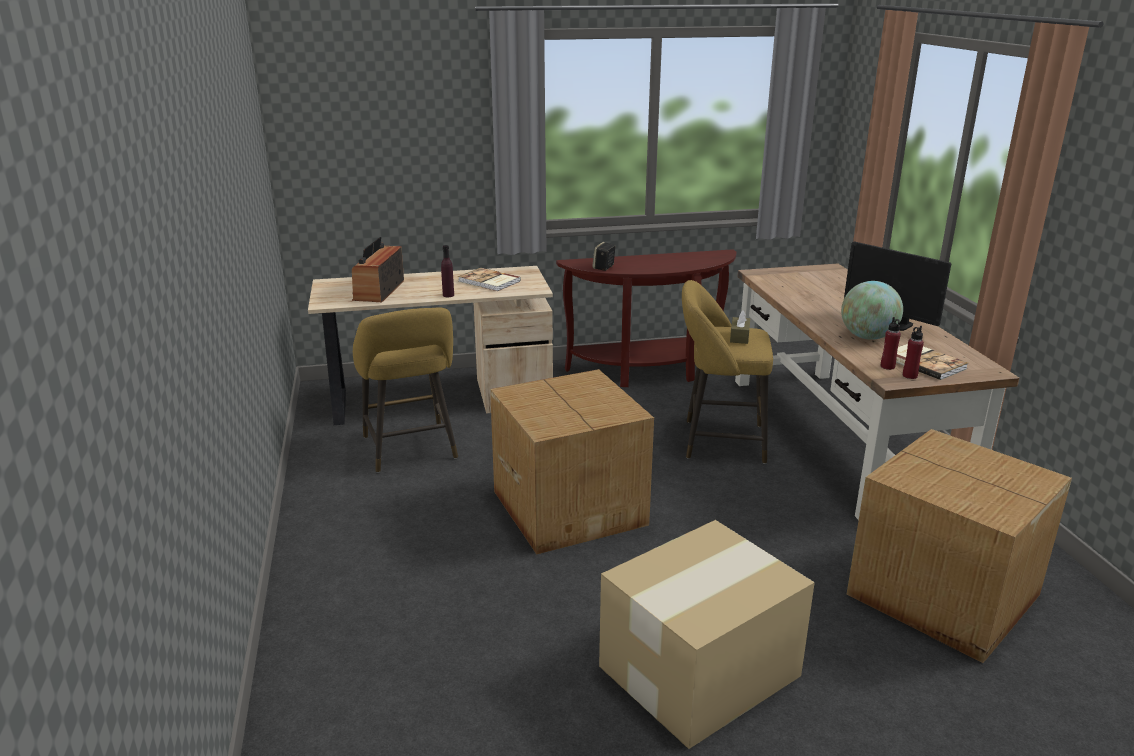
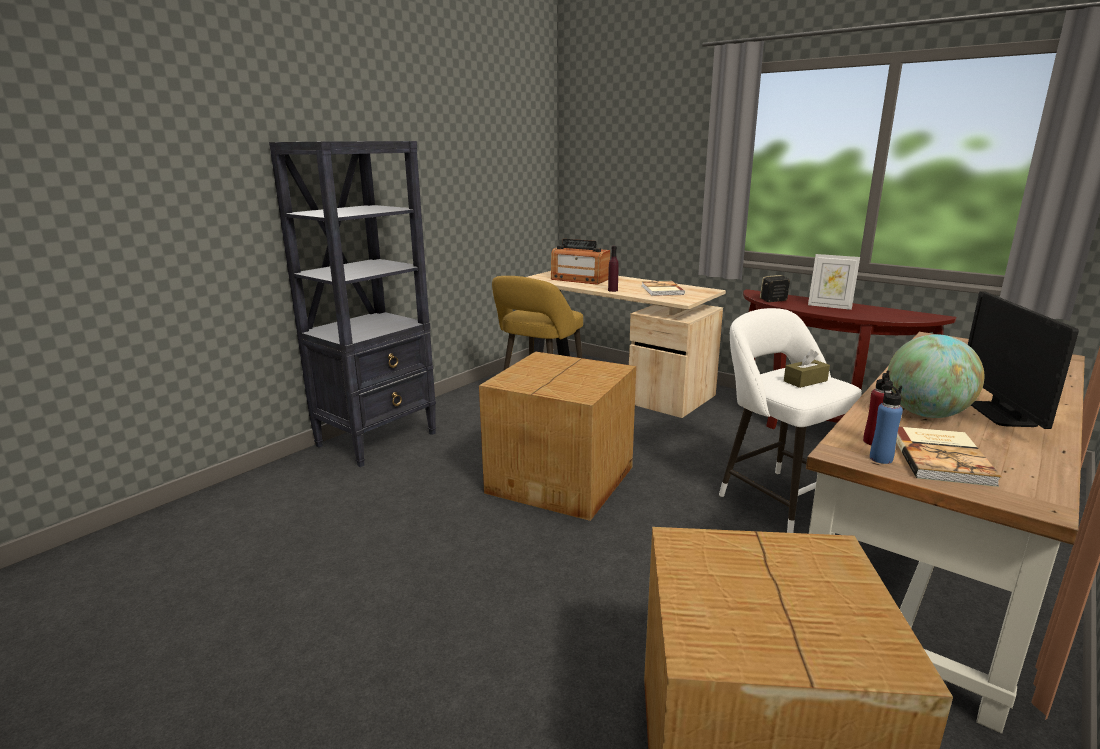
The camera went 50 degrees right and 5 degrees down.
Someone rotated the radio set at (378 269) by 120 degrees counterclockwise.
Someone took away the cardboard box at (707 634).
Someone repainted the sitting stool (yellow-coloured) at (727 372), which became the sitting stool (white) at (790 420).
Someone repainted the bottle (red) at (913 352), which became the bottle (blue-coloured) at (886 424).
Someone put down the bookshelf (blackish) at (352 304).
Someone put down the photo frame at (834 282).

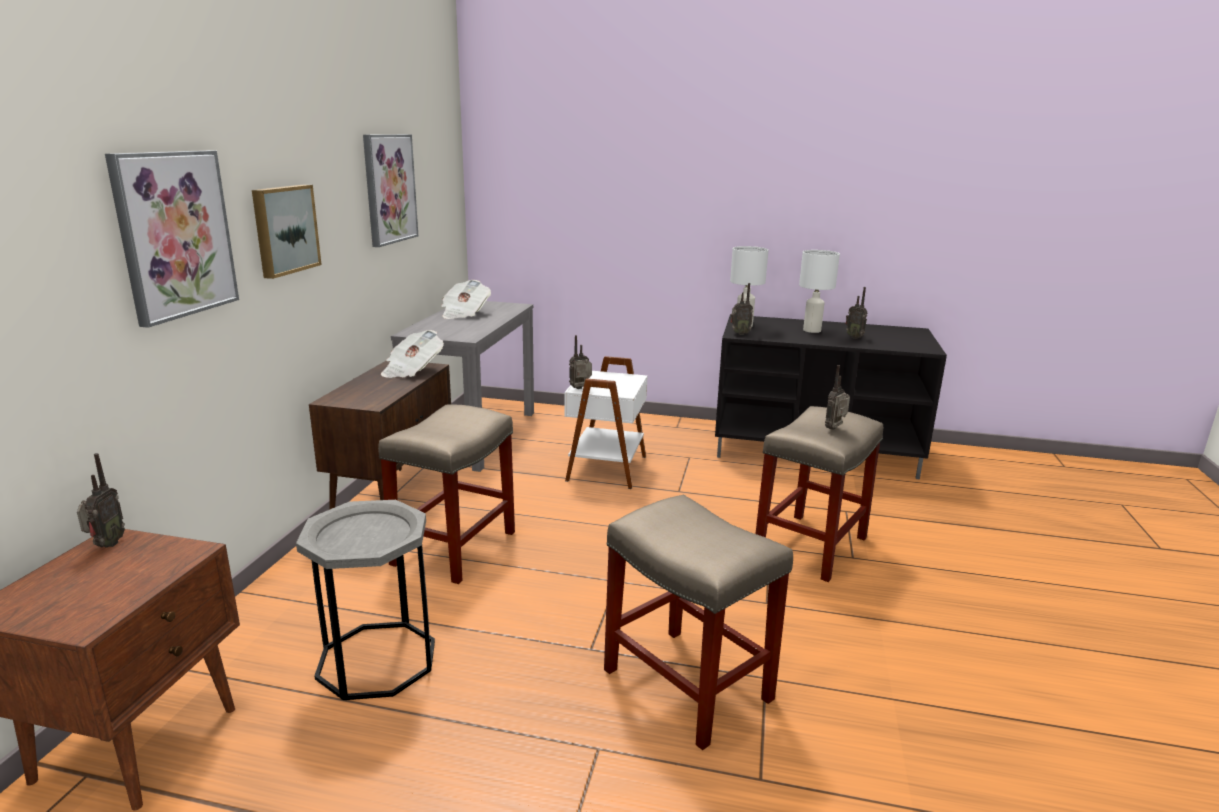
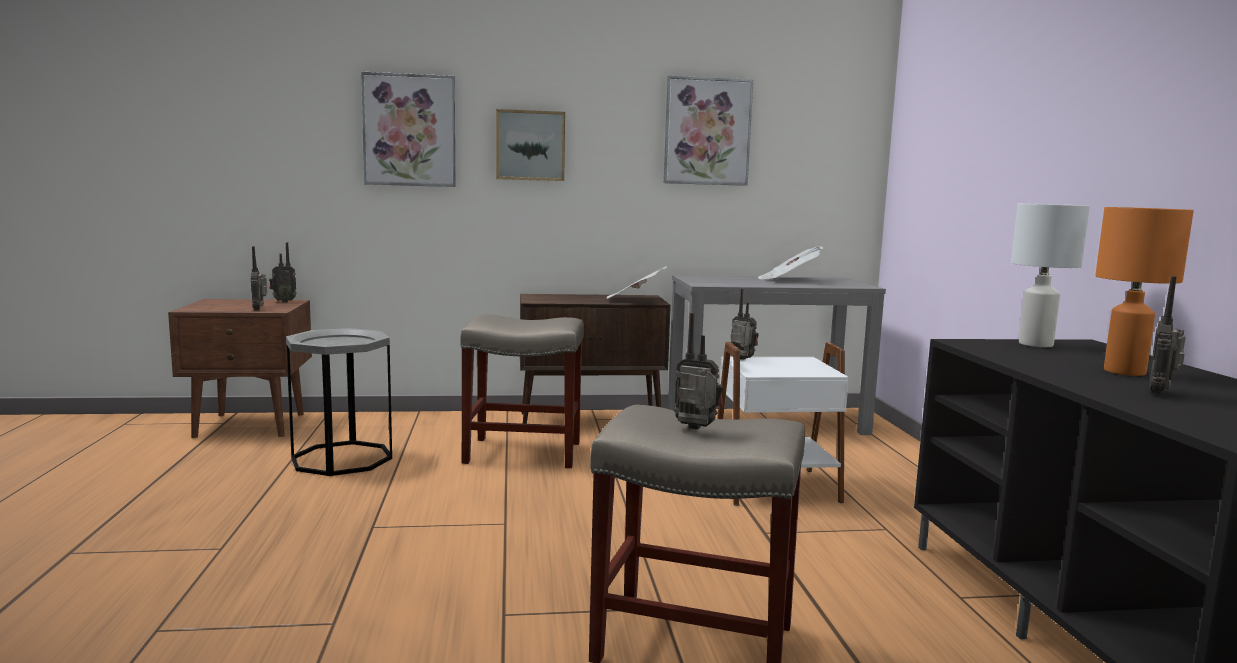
The camera went 70 degrees right and 10 degrees down.
Someone took away the sitting stool (beige) at (698 622).
Someone carried the radio set from (741 309) to (259 278).
Someone repainted the lamp for a table (white) at (819 291), which became the lamp for a table (orange-coloured) at (1144 291).

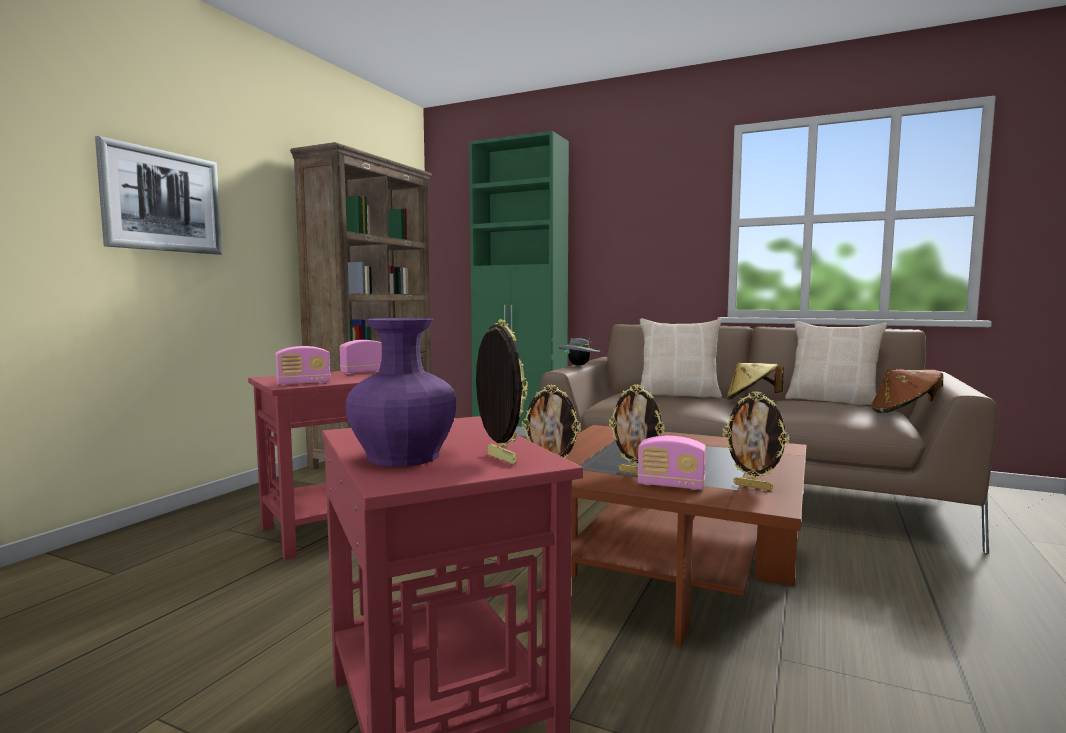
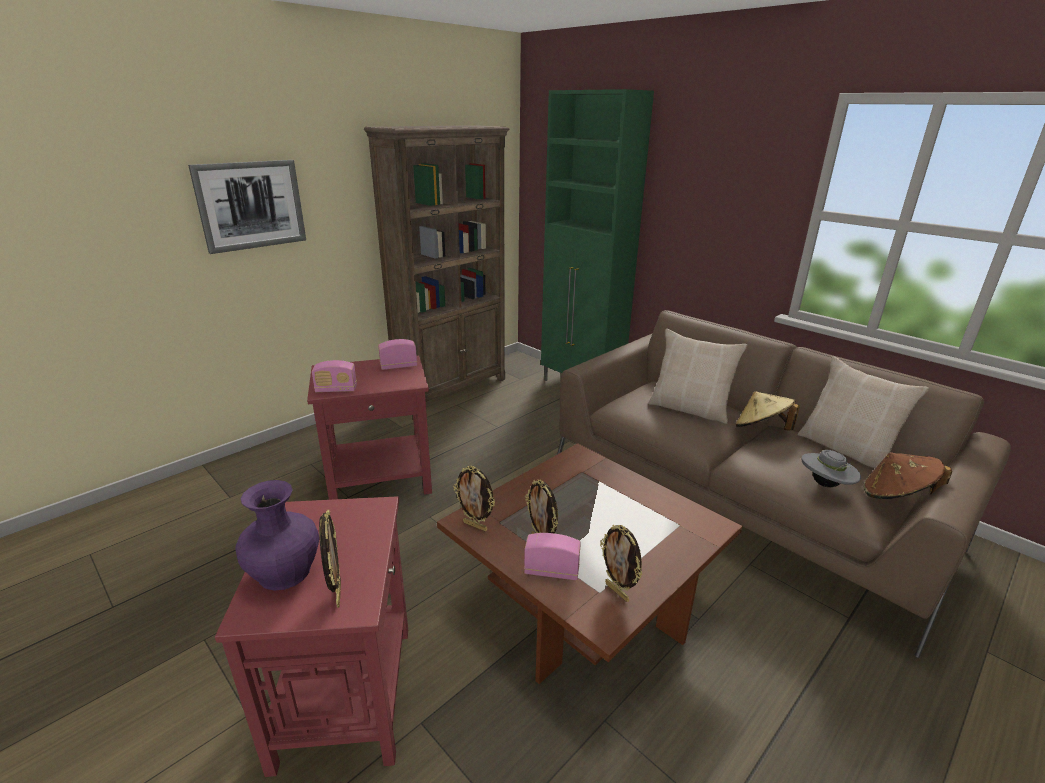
The camera went 20 degrees right and 20 degrees up.
Someone carried the clothing hat (gray) from (579 352) to (831 468).
Someone rotated the radio set at (671 463) by 150 degrees clockwise.

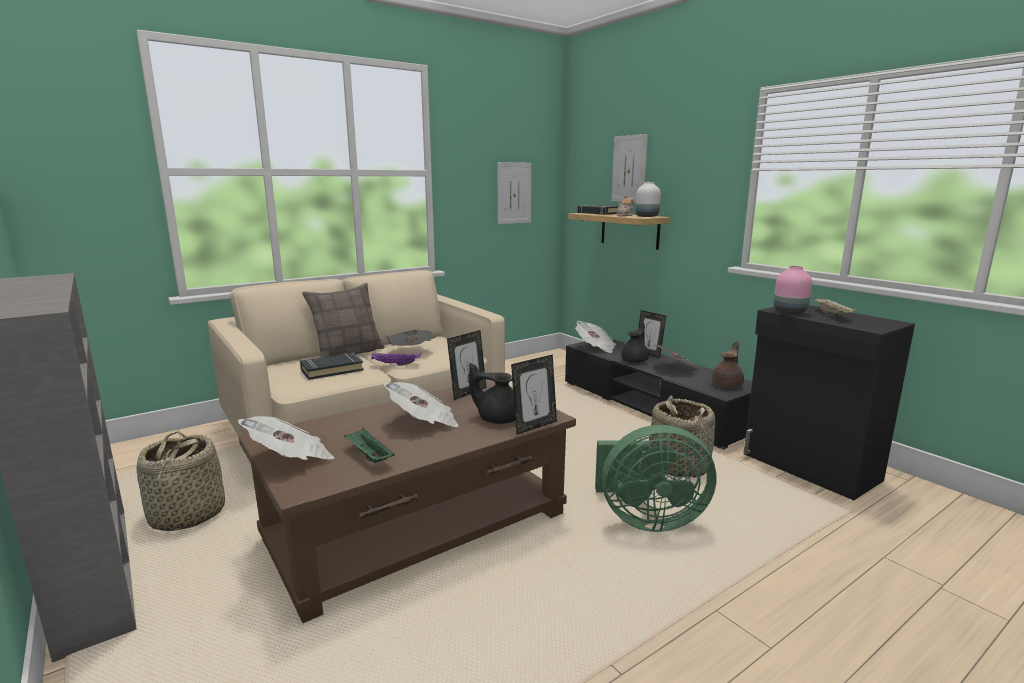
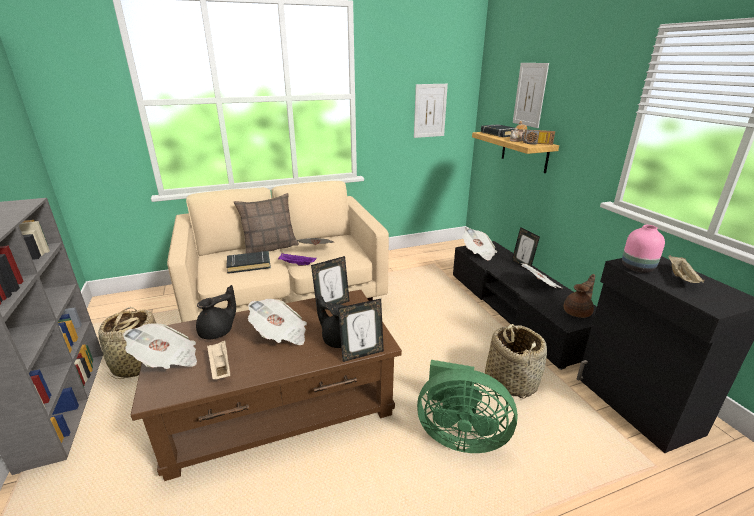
The camera went 15 degrees right and 10 degrees up.
Someone repainted the serving tray (green) at (369 445), which became the serving tray (beige) at (218 360).
Someone carried the tea pot (blackish) from (635 342) to (216 312).
Someone swapped the flower vase (white) at (648 199) for the radio set at (538 137).

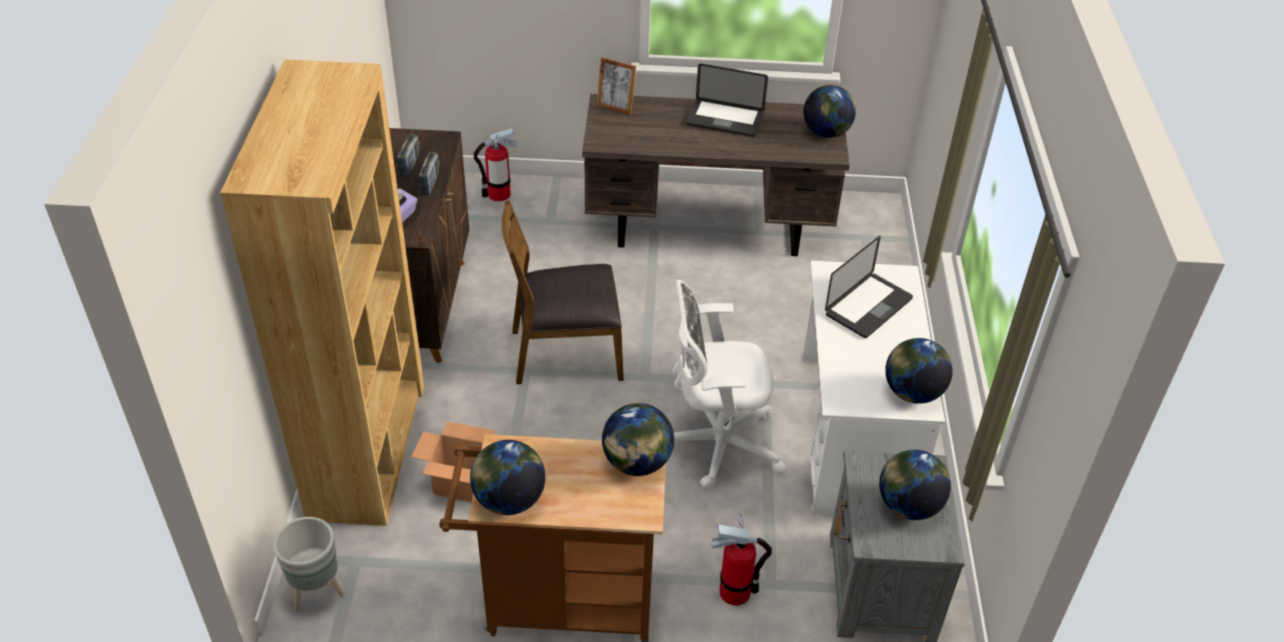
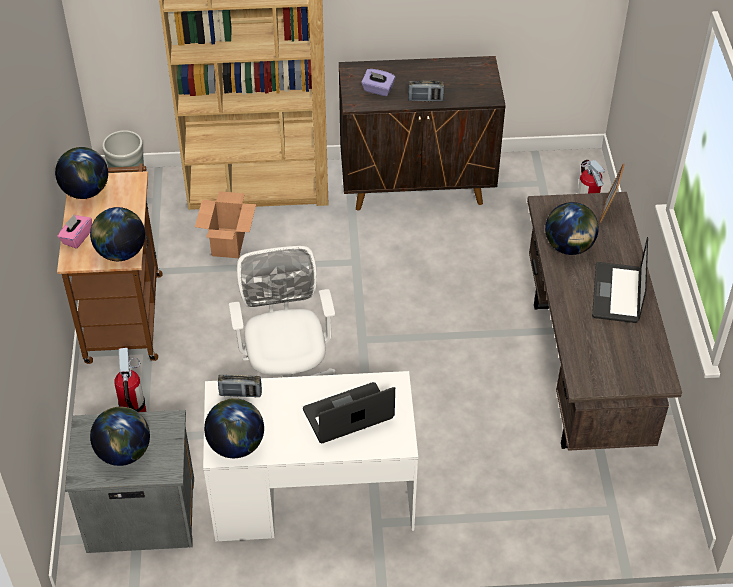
The camera went 85 degrees right and 5 degrees up.
Someone carried the radio set from (408 155) to (240 386).
Someone took away the upright chair (brown-coloured) at (563 292).
Someone carried the desk globe from (829 111) to (572 228).
Someone rotated the portable computer at (869 287) by 120 degrees clockwise.
Someone put down the box of tissues (pinkish) at (75 232).

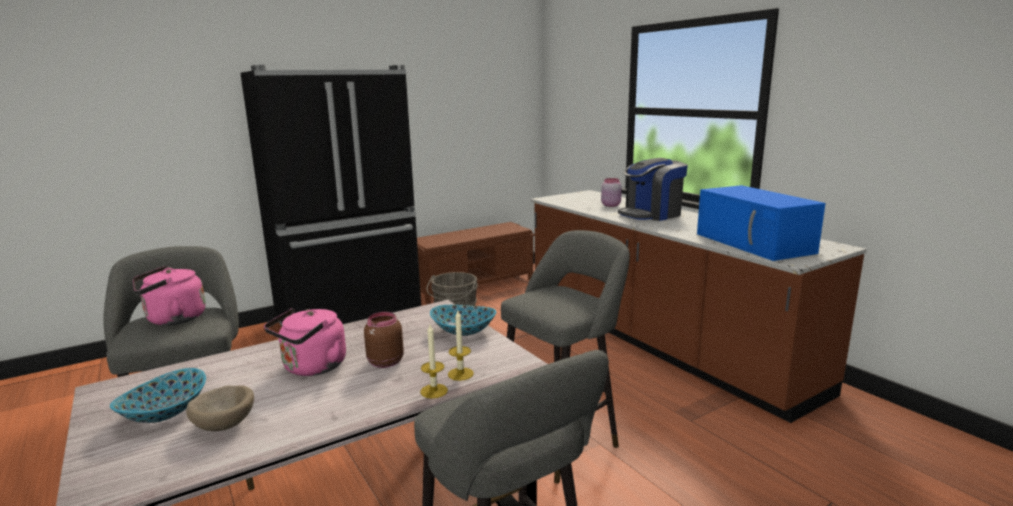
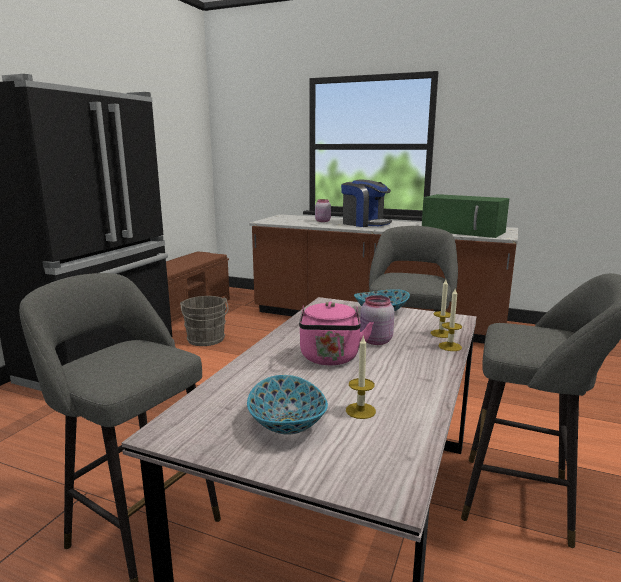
The camera went 35 degrees left and 0 degrees up.
Someone took away the kettle (pinkish) at (169 295).
Someone swapped the deep dish (beige) at (220 408) for the wax candle at (361 377).
Someone repainted the jar (brown-coloured) at (384 340), which became the jar (pinkish) at (377 320).
Someone rotated the coffee brewer at (653 189) by 75 degrees counterclockwise.
Someone repainted the microwave oven (blue-coloured) at (761 223), which became the microwave oven (green) at (465 216).

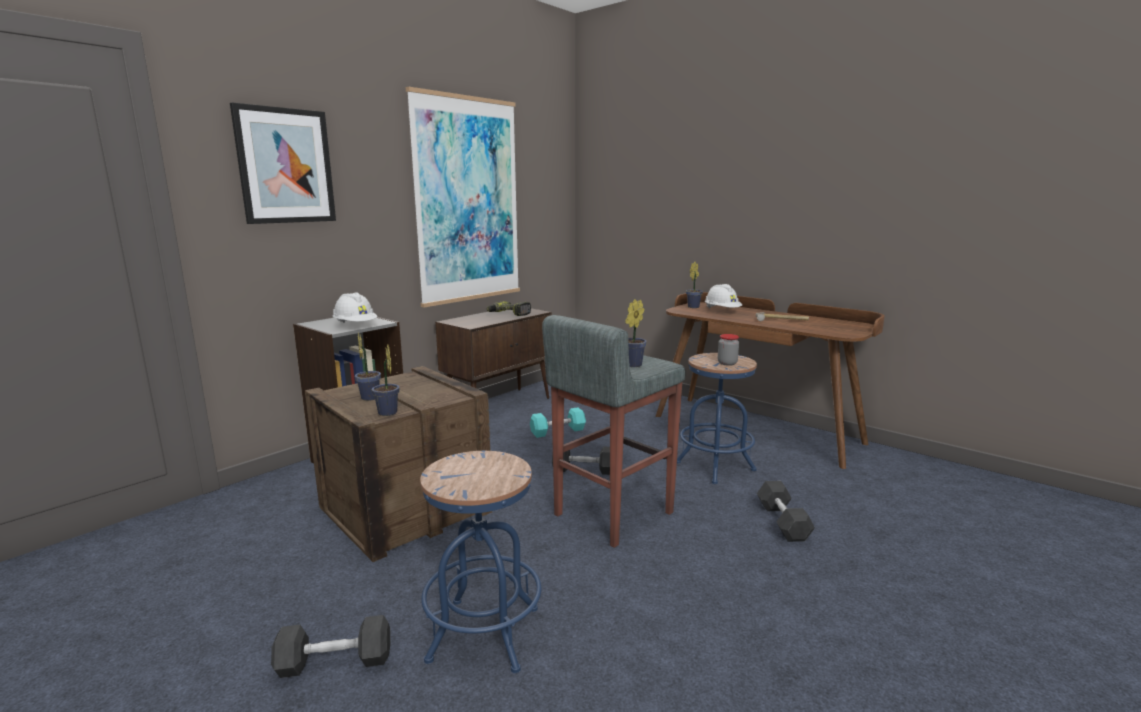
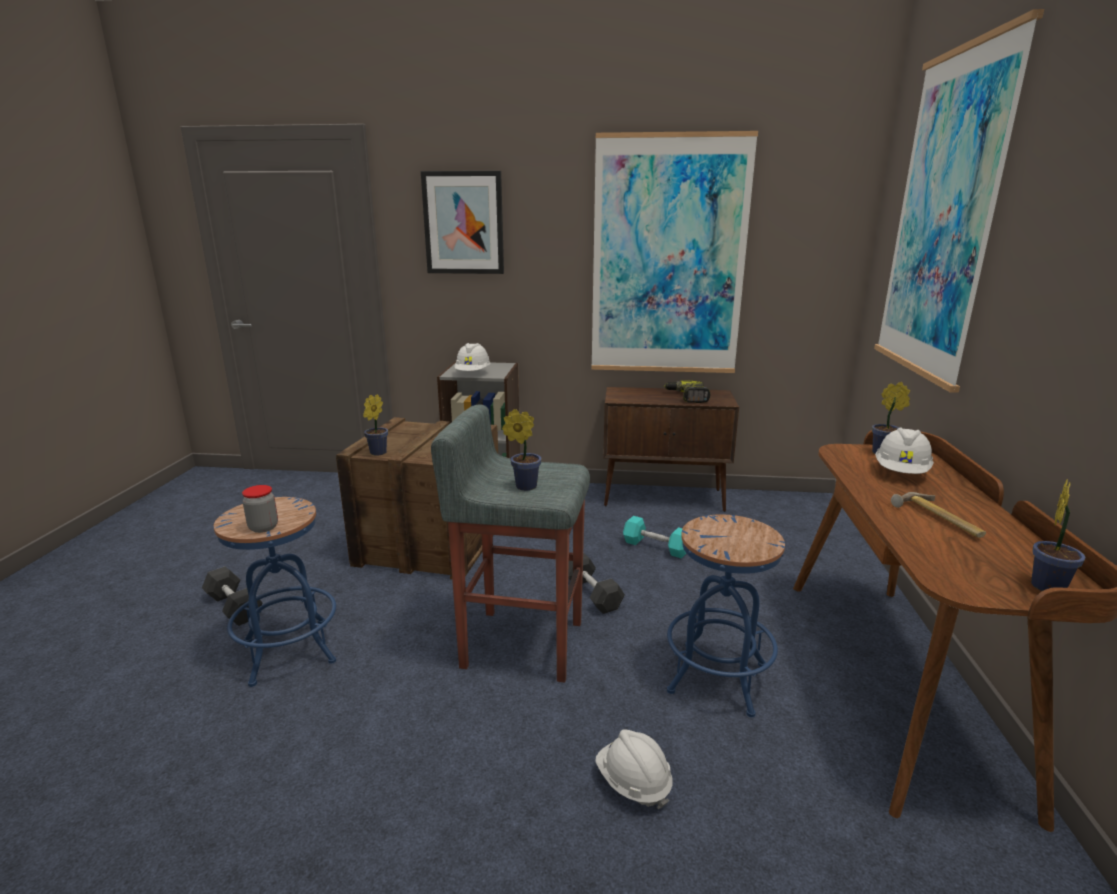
The camera went 55 degrees right and 5 degrees up.
Someone carried the houseplant from (368 367) to (1058 535).
Someone carried the jar from (728 350) to (260 509).
Someone swapped the free weight (gray) at (786 511) for the work helmet (white) at (633 769).
Someone put up the picture at (959 201).

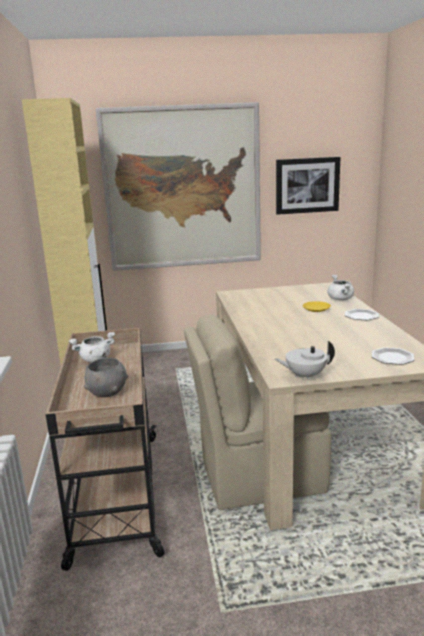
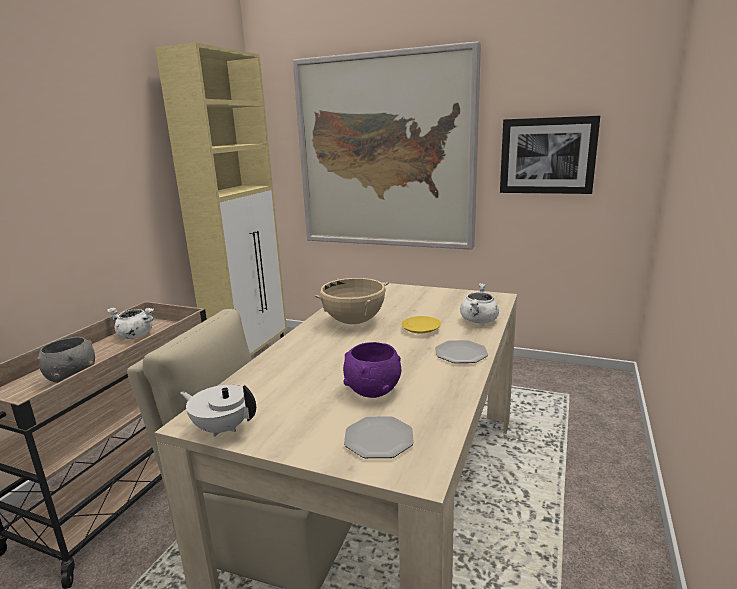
The camera went 30 degrees right and 0 degrees up.
Someone put down the saucepot (beige) at (351 301).
Someone put down the deep dish (purplish) at (372 370).

